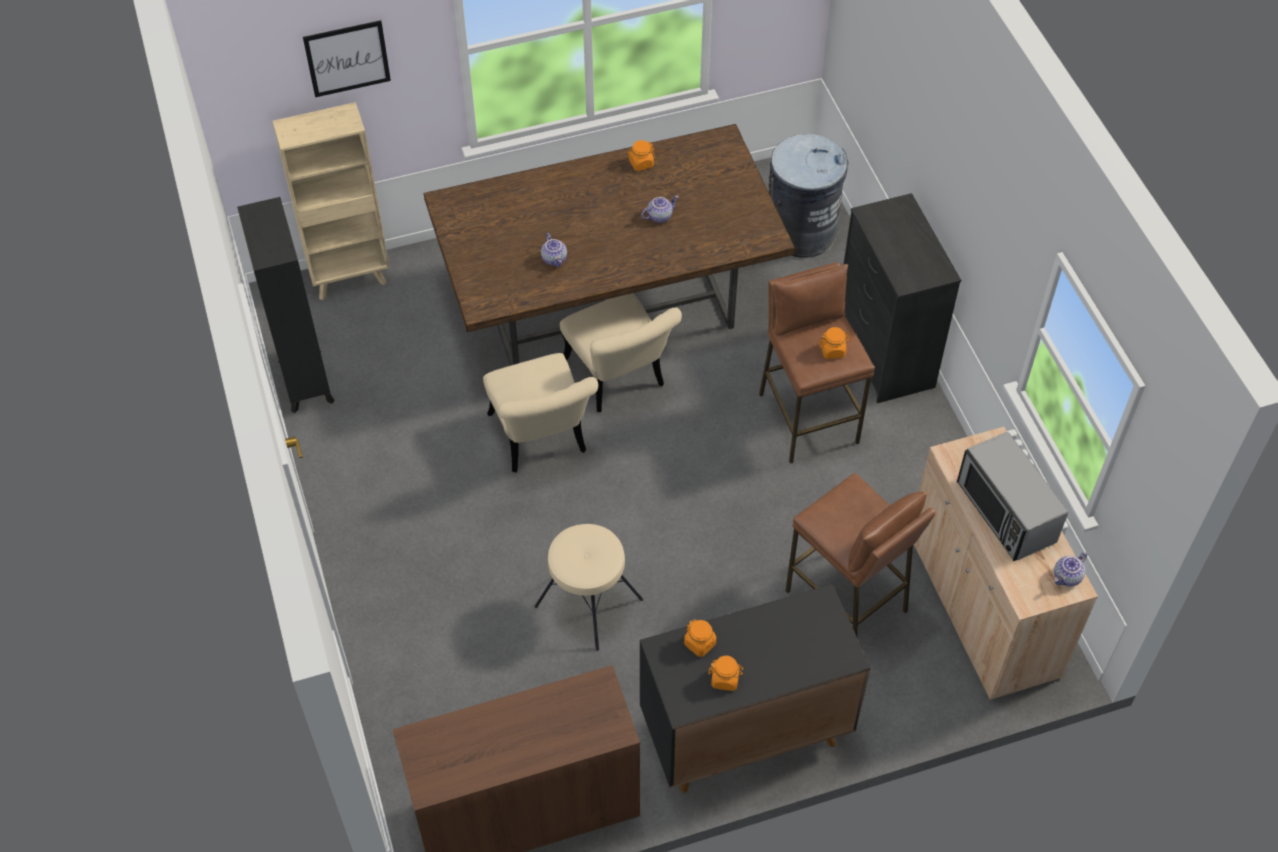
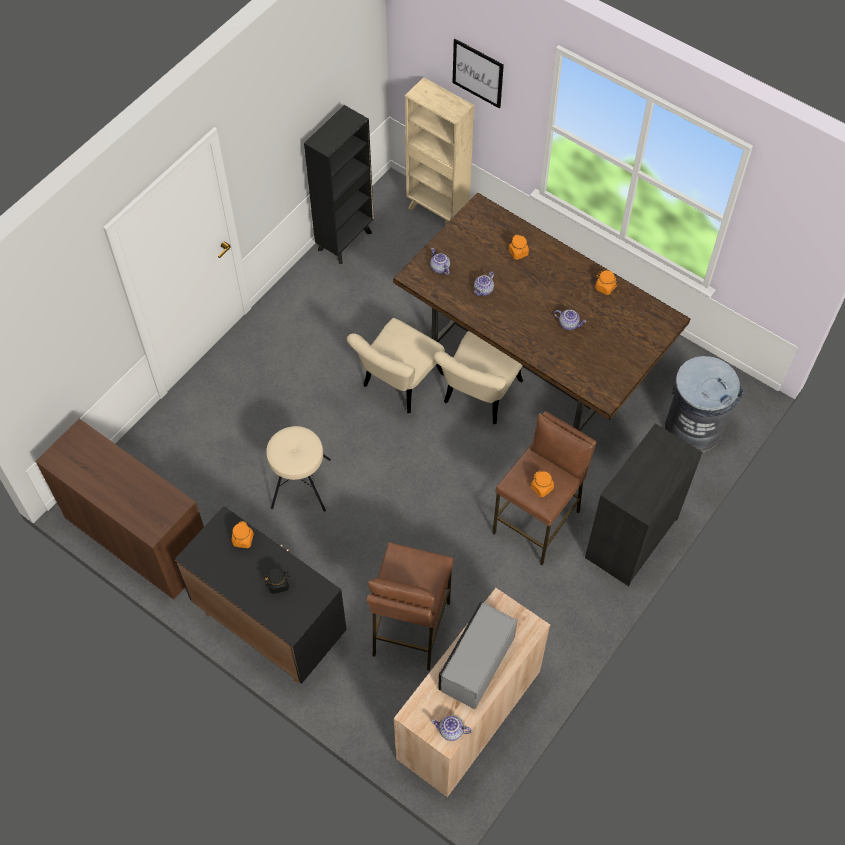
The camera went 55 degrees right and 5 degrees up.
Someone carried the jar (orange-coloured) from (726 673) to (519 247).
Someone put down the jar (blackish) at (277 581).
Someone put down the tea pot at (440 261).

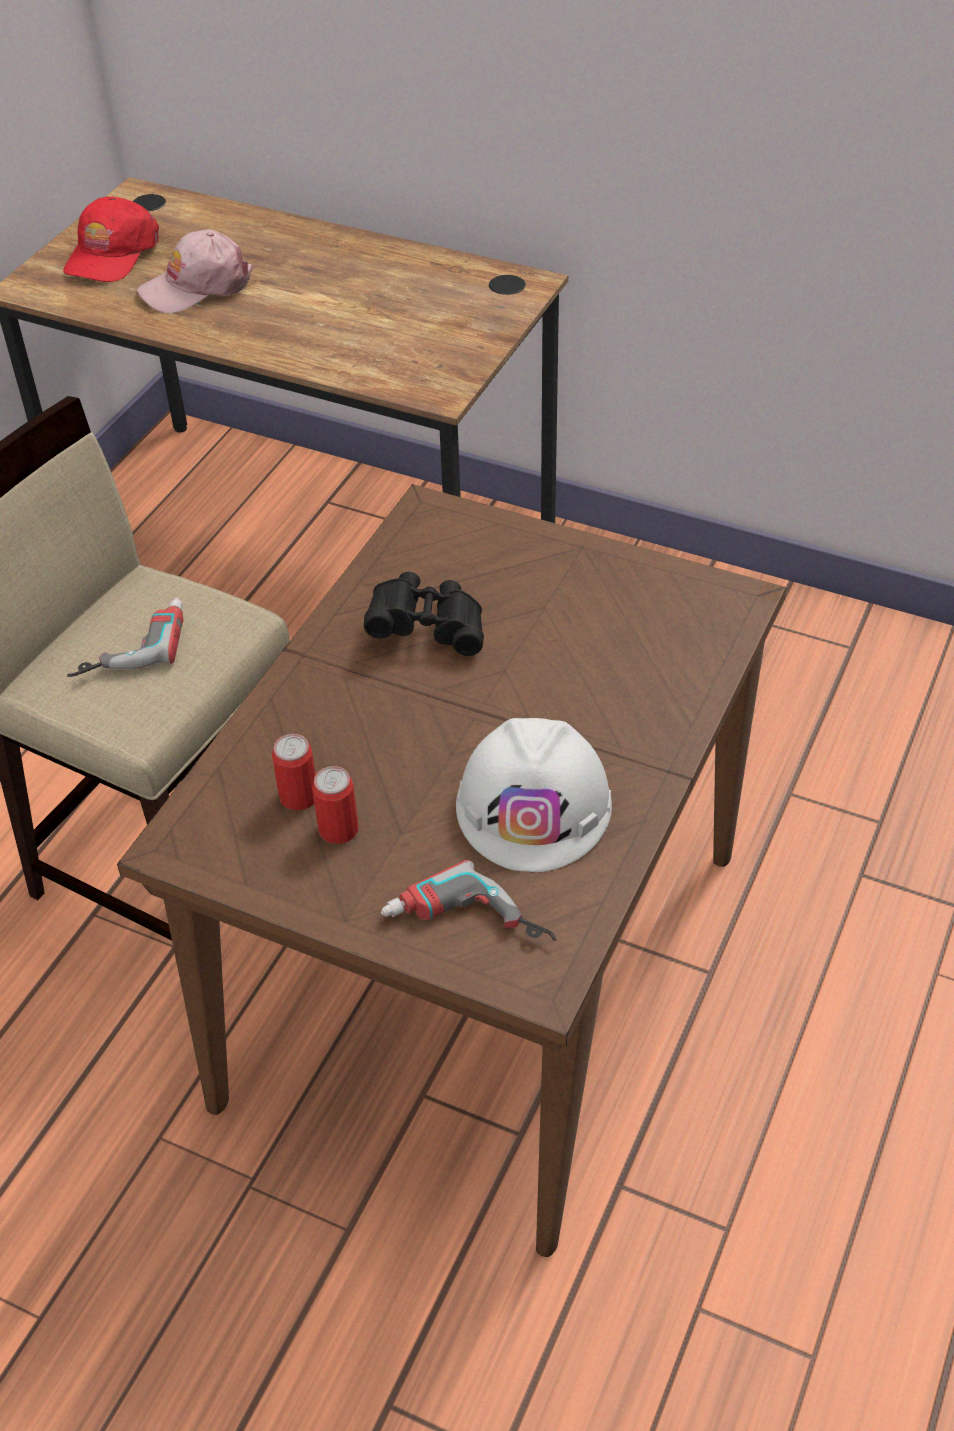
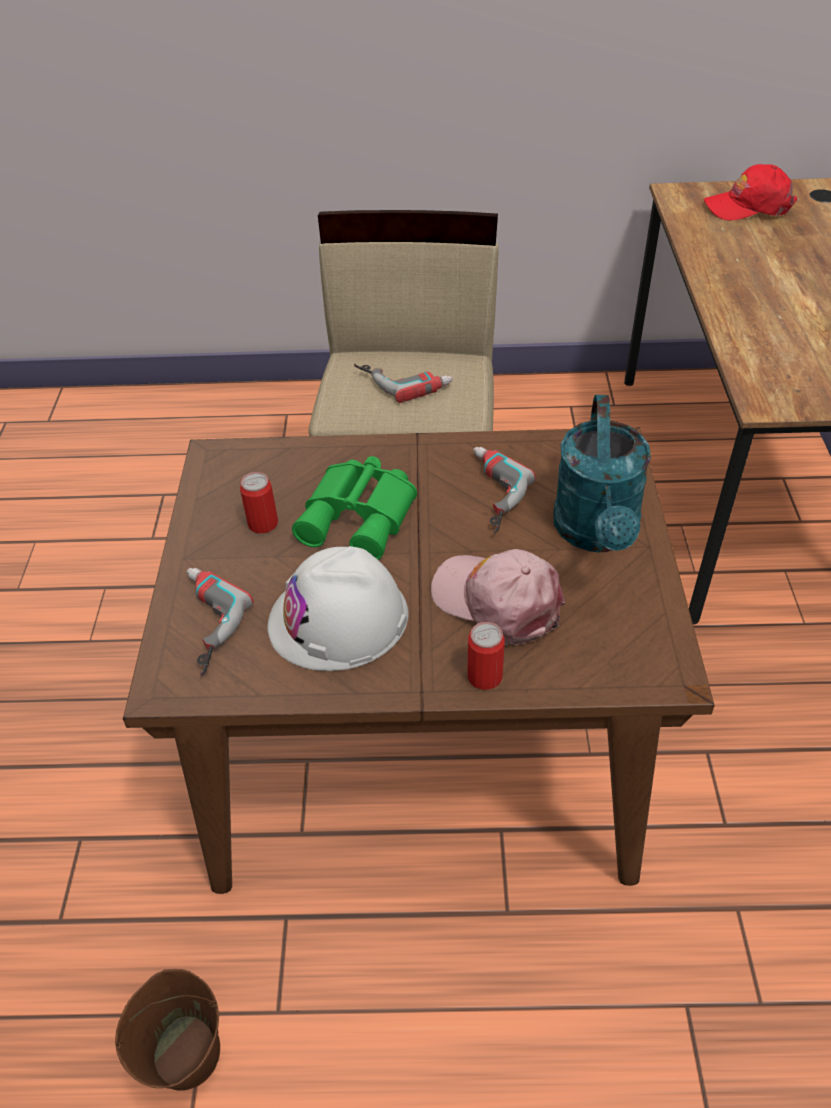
The camera went 65 degrees right and 0 degrees up.
Someone carried the peaked cap (pinkish) from (195 271) to (498 597).
Someone carried the can from (294 772) to (486 656).
Someone swapped the binoculars (blackish) at (424 614) for the power drill at (504 490).
Someone put down the water bucket (brown-coloured) at (167 1030).
Someone put down the binoculars (green) at (354 508).
Someone put down the sprinkling can (turquoise-coloured) at (602 473).

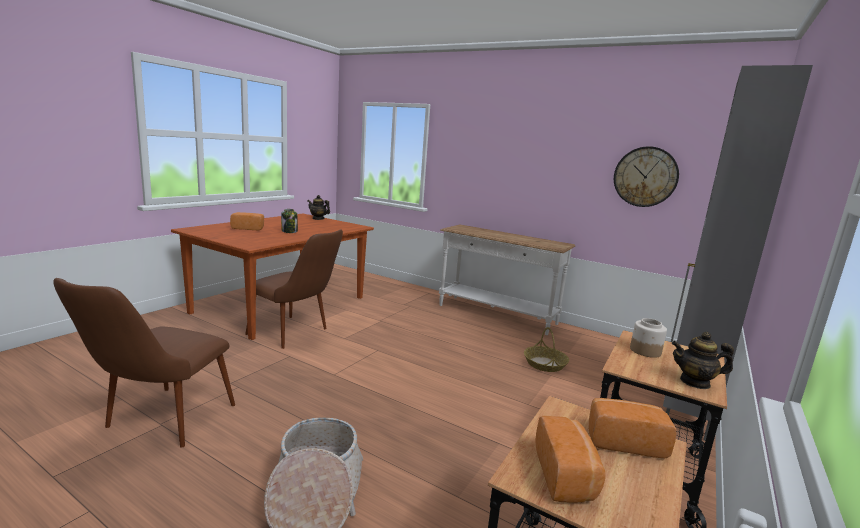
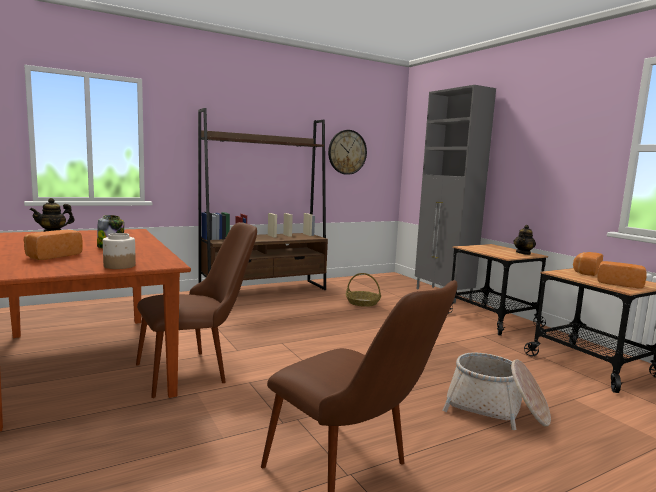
The camera went 60 degrees left and 5 degrees down.
Someone swapped the console table (white) at (507 280) for the bookshelf (brown-coloured) at (263 199).
Someone carried the jar from (648 338) to (119 251).

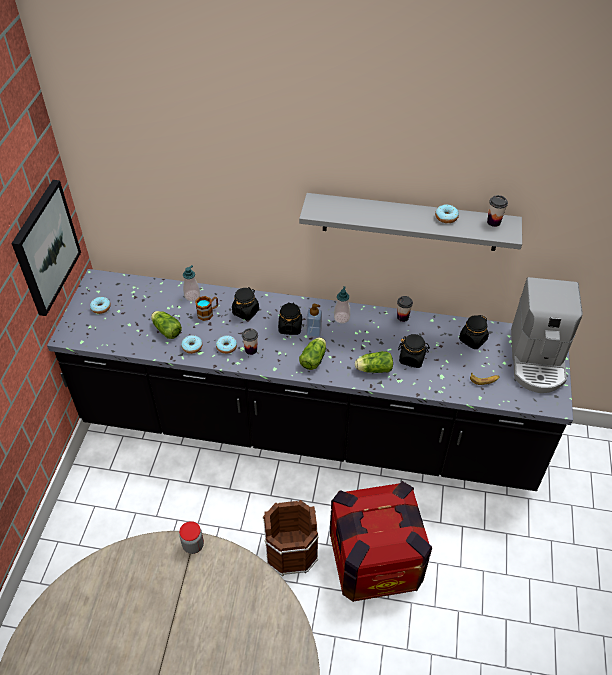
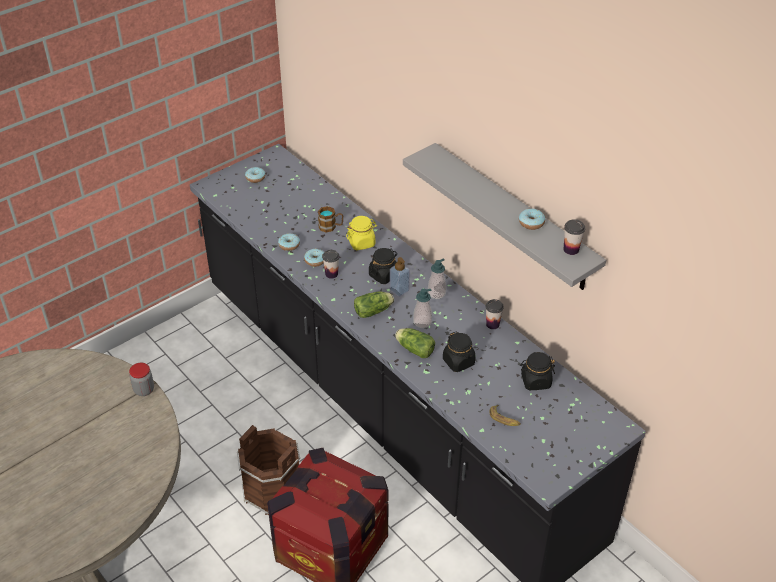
The camera went 40 degrees right and 5 degrees down.
Someone took away the picture at (46 248).
Someone took away the lettuce head at (166 325).
Someone carried the soap dispenser from (191 283) to (422 308).
Someone repainted the jar (blackish) at (245 303), which became the jar (yellow-coloured) at (361 233).
Someone took away the coffee brewer at (547 335).

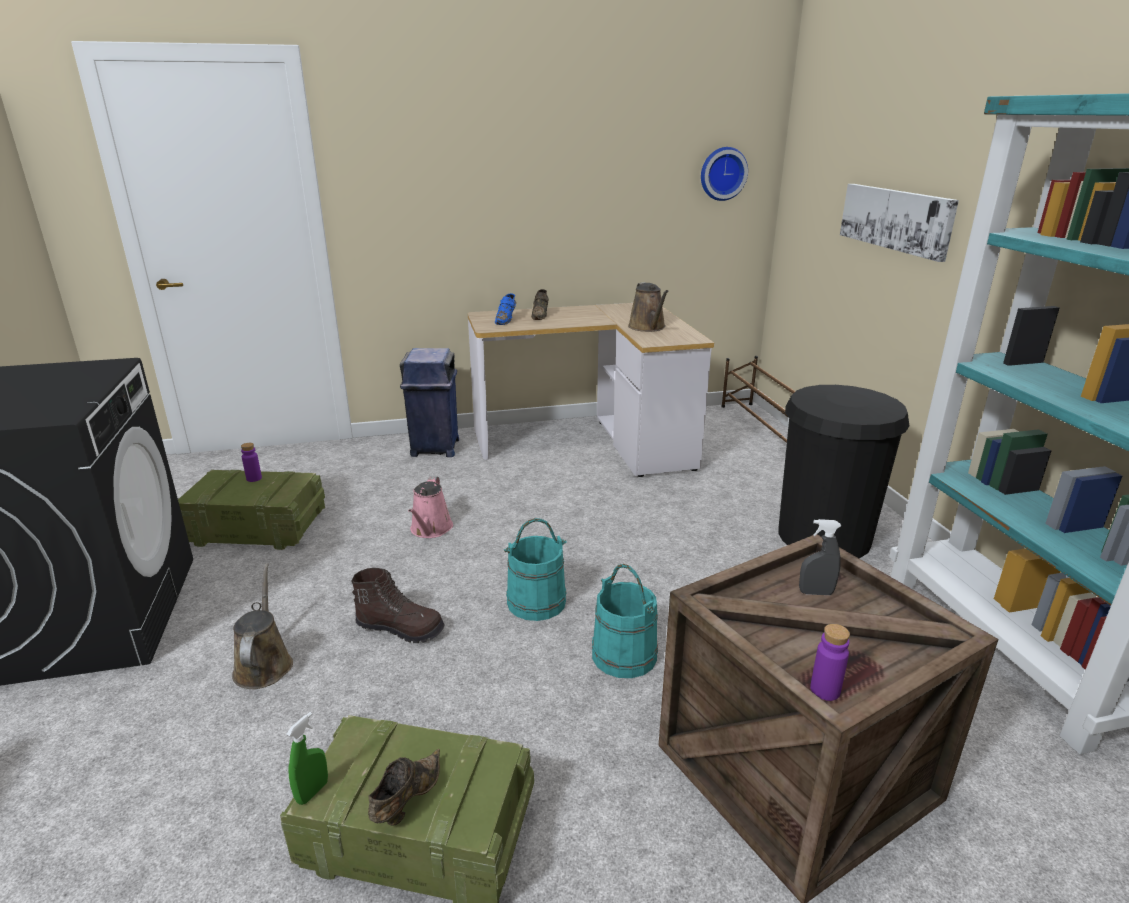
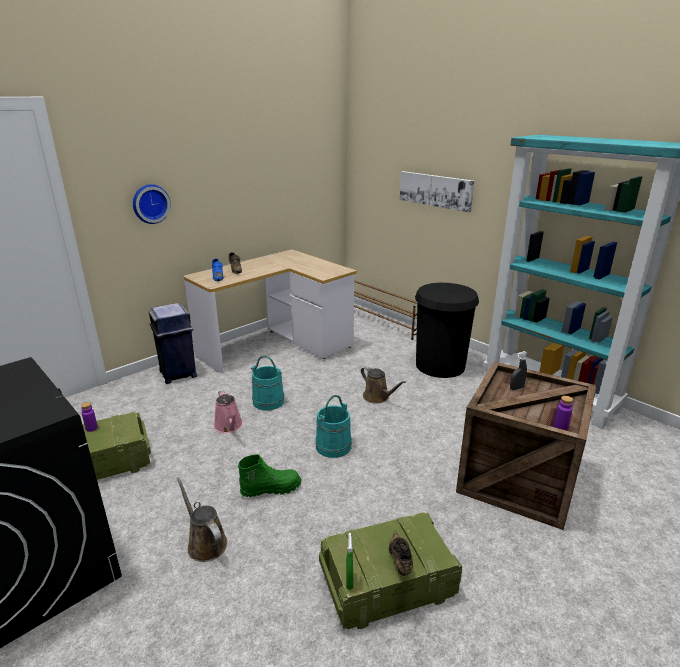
The camera went 30 degrees left and 0 degrees up.
Someone repainted the boot (brown-coloured) at (397 605), which became the boot (green) at (269 475).
Someone carried the water bucket (turquoise-coloured) from (625 621) to (267 383).
Someone carried the sprinkling can (brown-coloured) from (648 307) to (383 385).
Someone carried the wall clock from (724 174) to (152 204).

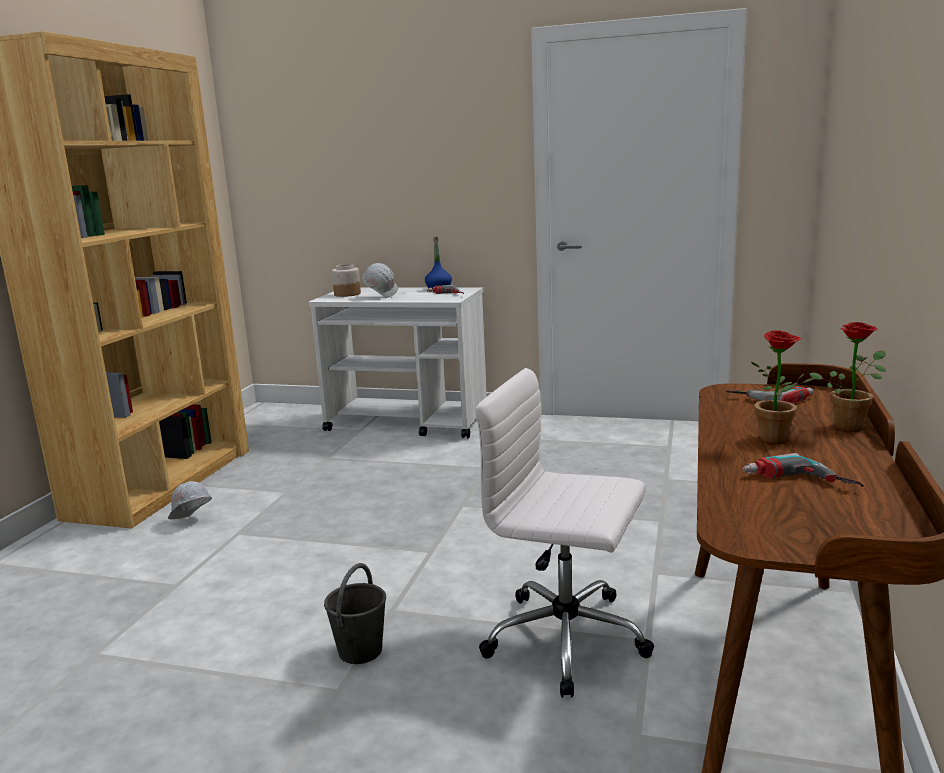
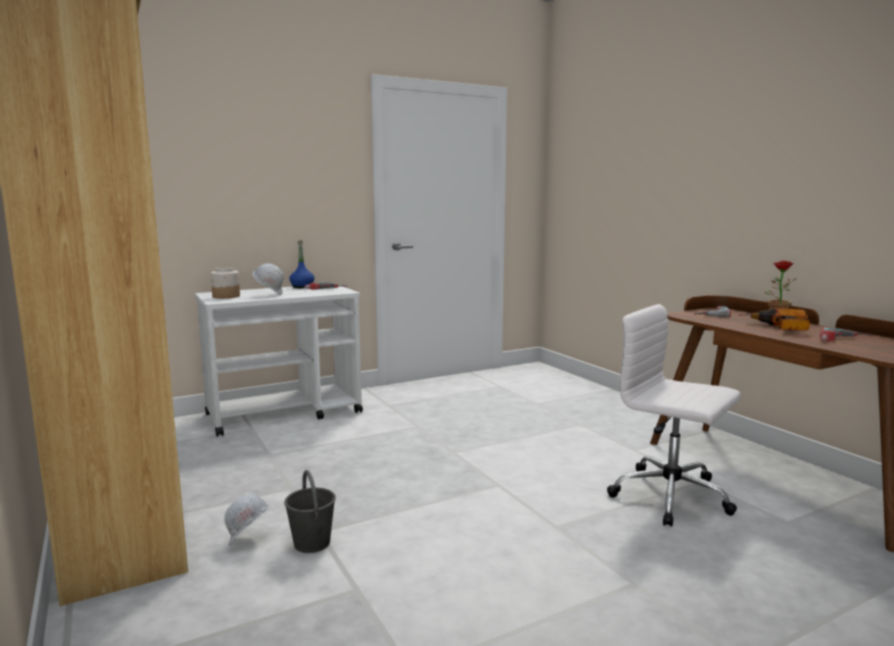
The camera went 45 degrees left and 5 degrees down.
Someone carried the water bucket (gray) from (355 613) to (310 511).
Someone rotated the computer chair (white) at (564 533) by 60 degrees clockwise.
Someone swapped the houseplant at (783 387) for the power drill at (774 319).

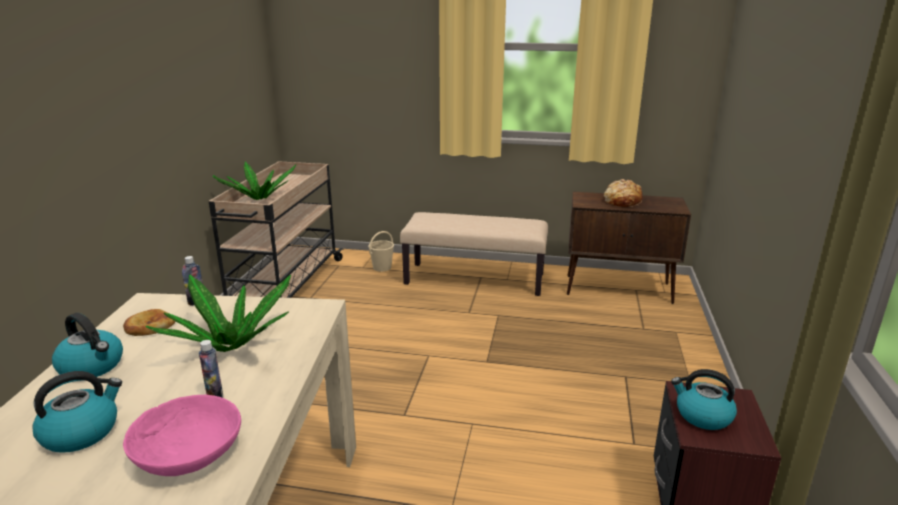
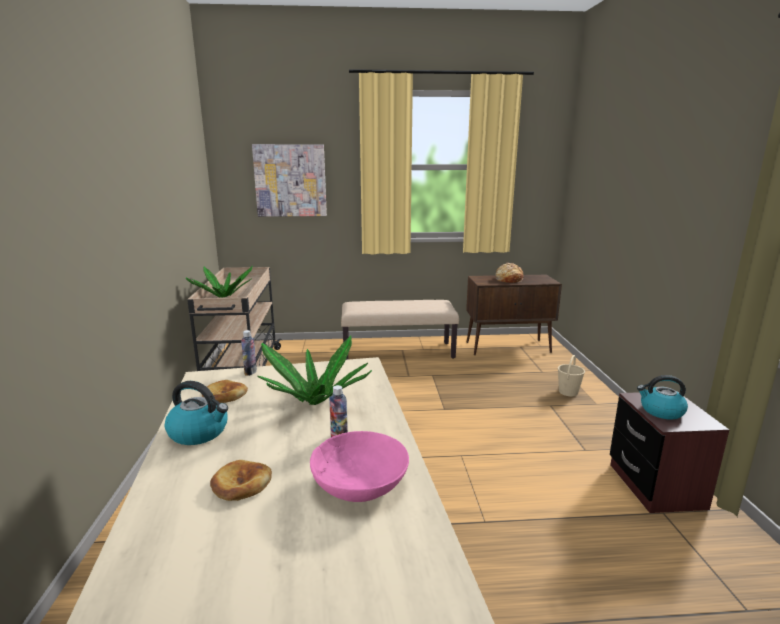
The camera went 15 degrees left and 5 degrees down.
Someone swapped the kettle at (77 412) for the baked bread at (241 480).
Someone carried the water bucket (beige) from (381 251) to (571 375).
Someone put up the picture at (289 180).

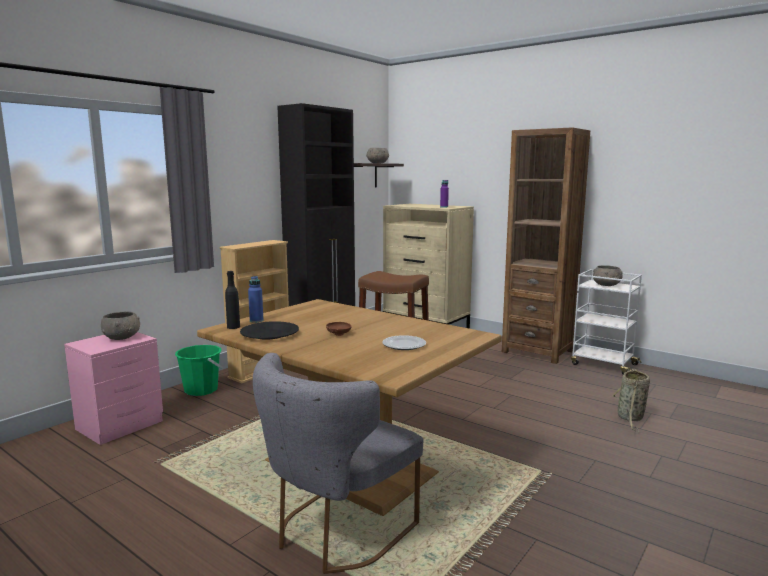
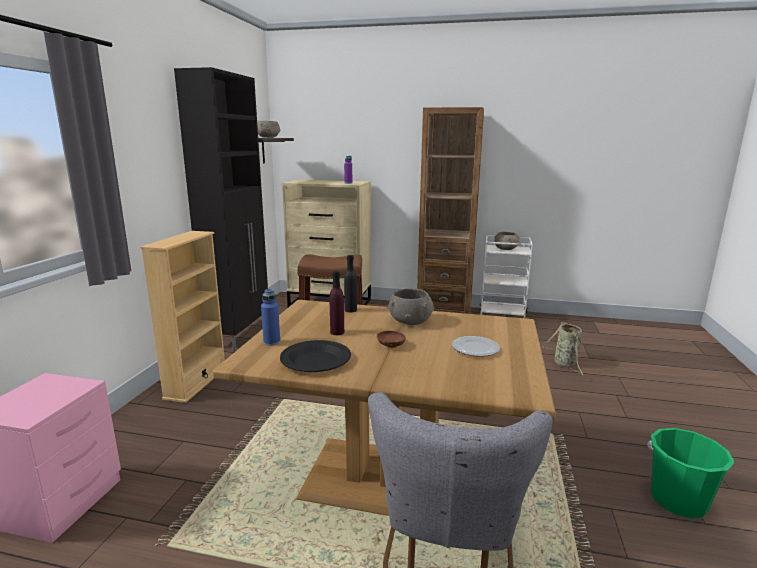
The camera went 25 degrees left and 5 degrees up.
Someone carried the deep dish (gray) from (120 325) to (411 307).
Someone carried the water bucket (green) from (199 370) to (691 473).
Someone carried the bottle (blackish) from (232 300) to (350 283).
Someone put down the bottle (purplish) at (337 303).

